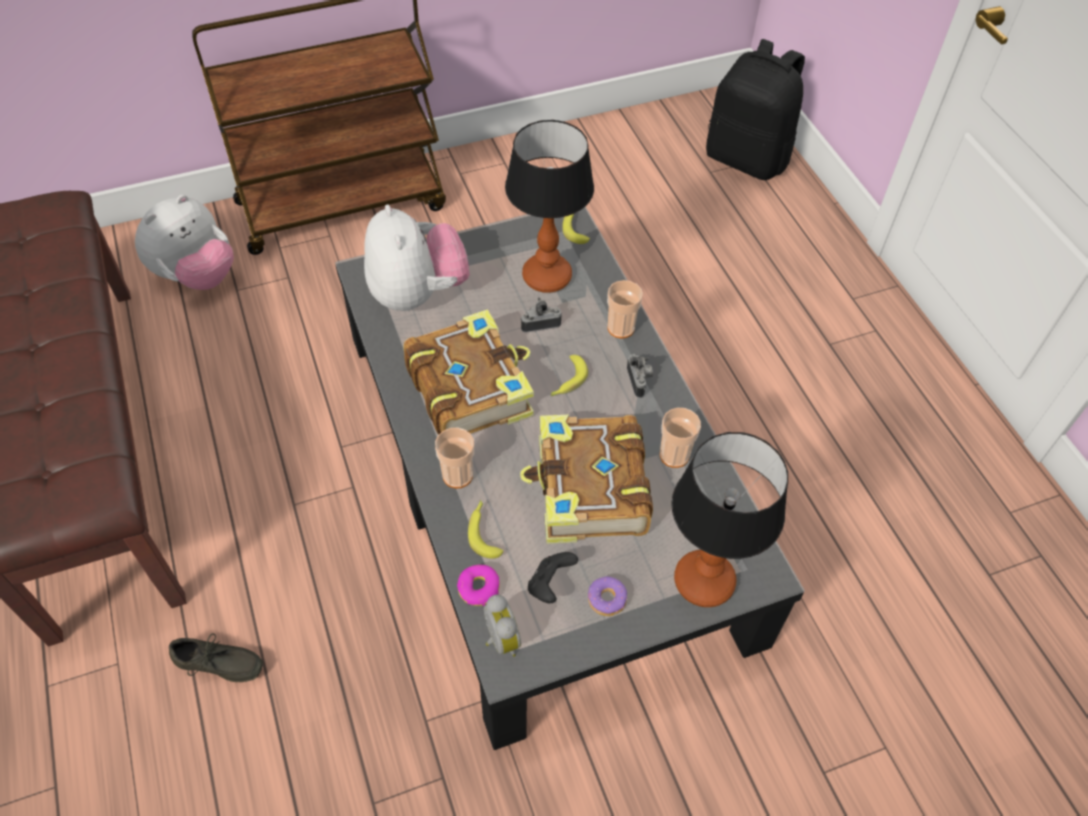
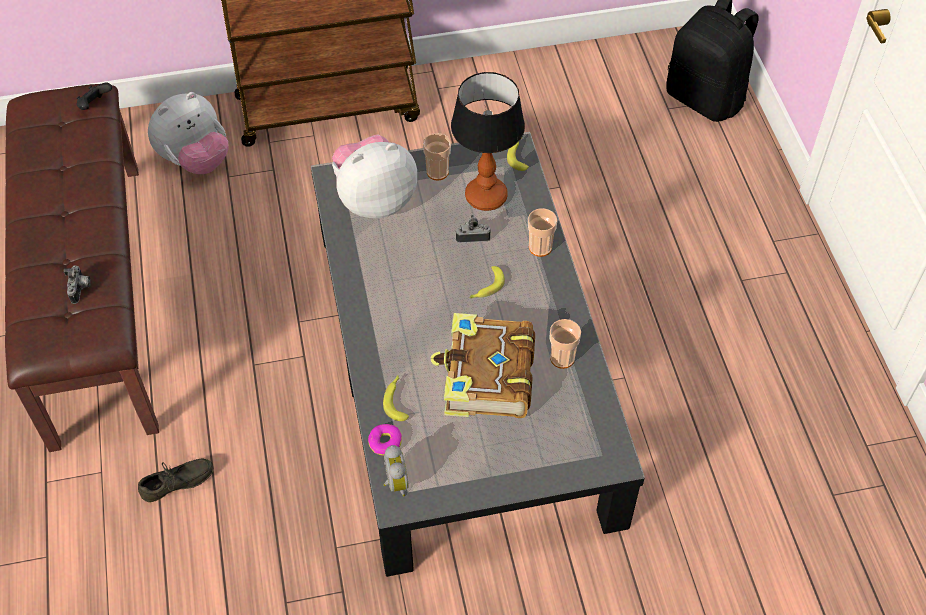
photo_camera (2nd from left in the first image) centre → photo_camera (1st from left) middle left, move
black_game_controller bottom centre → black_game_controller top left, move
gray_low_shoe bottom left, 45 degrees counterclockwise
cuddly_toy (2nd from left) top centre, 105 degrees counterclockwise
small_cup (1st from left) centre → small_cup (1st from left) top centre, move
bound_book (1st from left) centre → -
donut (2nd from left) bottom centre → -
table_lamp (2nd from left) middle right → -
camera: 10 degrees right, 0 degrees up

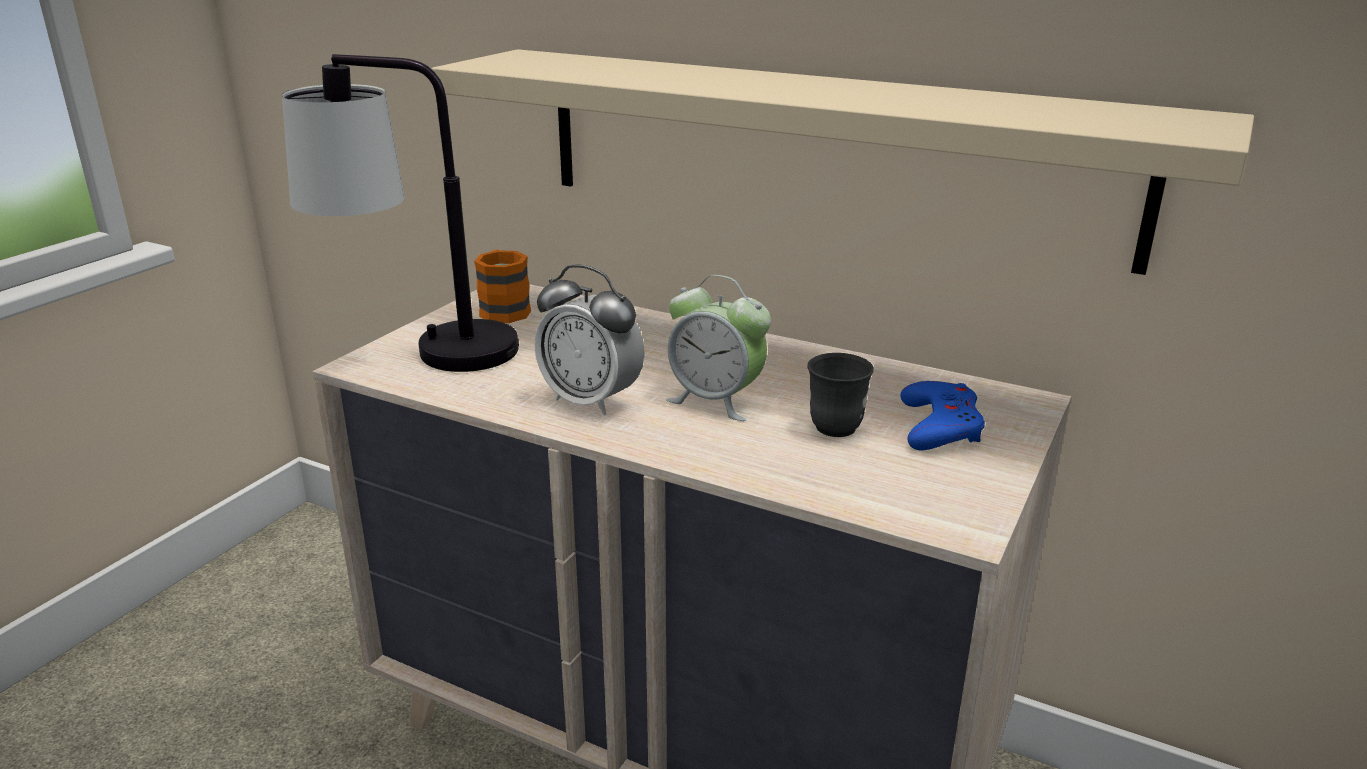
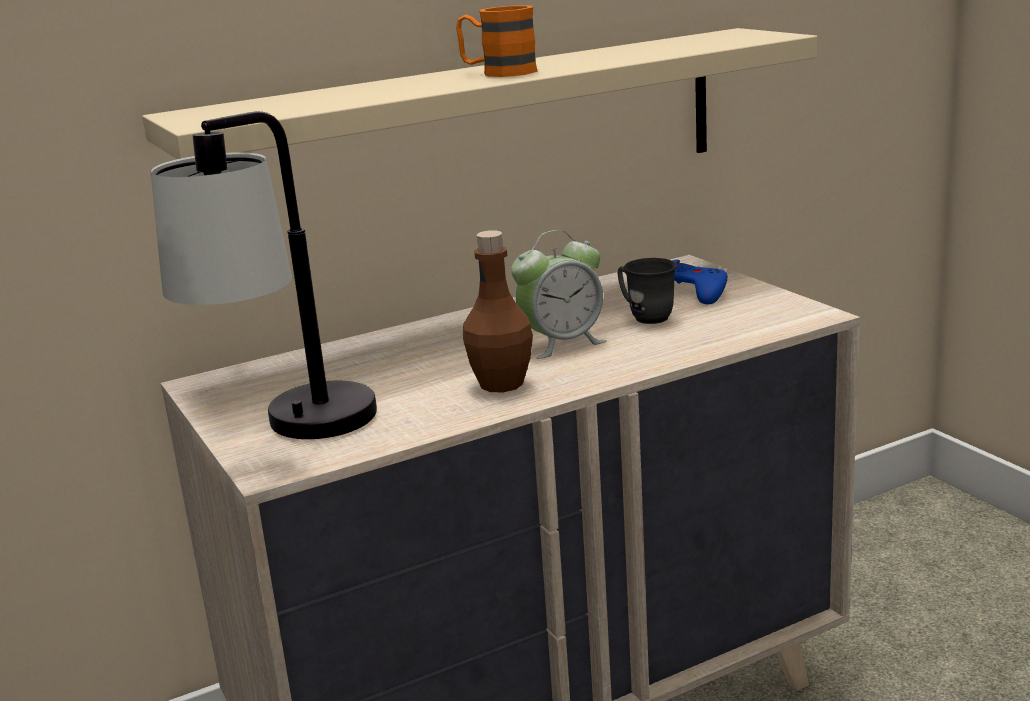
orange_tea_mug centre → orange_tea_mug top centre, move
table_clock (1st from left) centre → brown_drink_bottle centre
camera: 55 degrees left, 5 degrees down

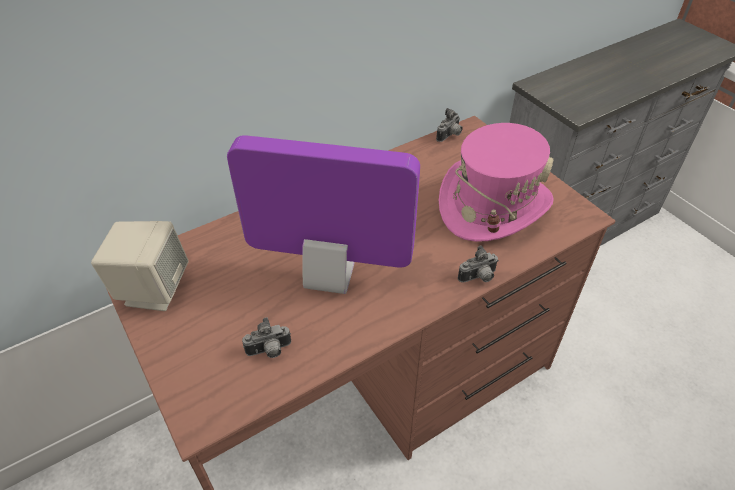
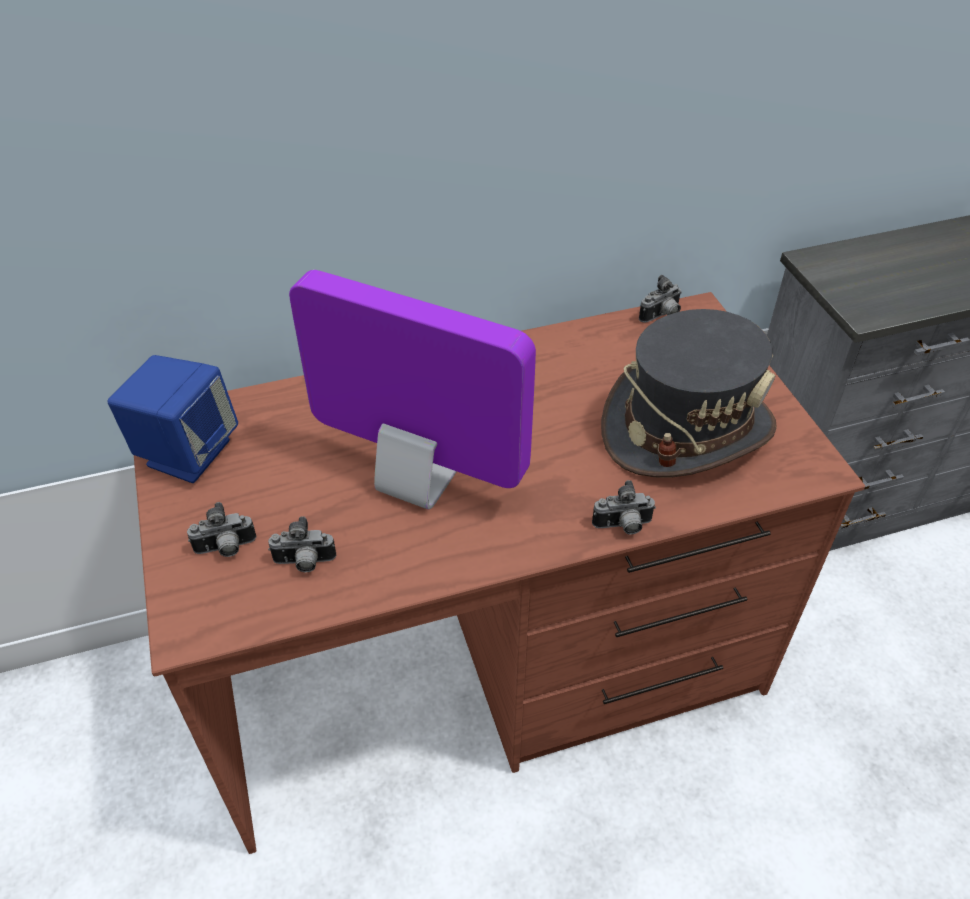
beige_audio_speaker middle left → blue-coloured_audio_speaker middle left
- → photo_camera (1st from left) middle left
pink_hat middle right → gray_hat middle right
camera: 15 degrees right, 0 degrees up

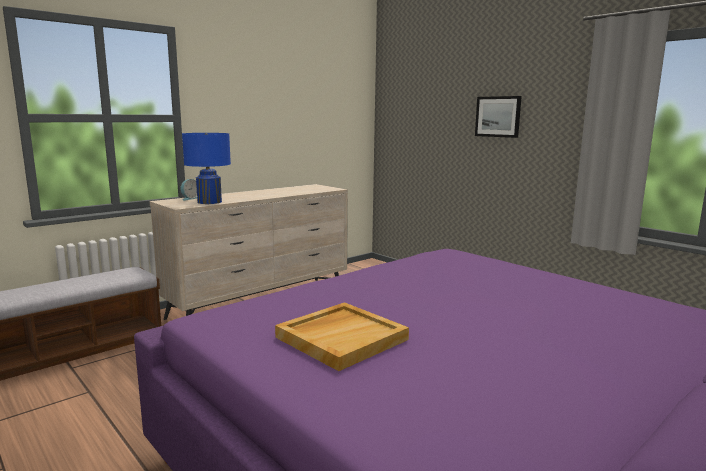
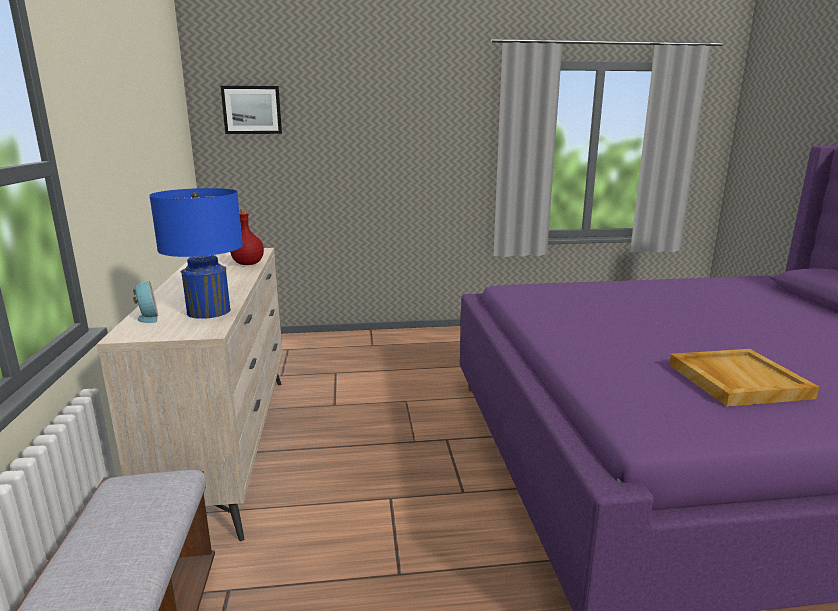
picture top right → picture top left, move
- → reddish_drink_bottle middle left
camera: 55 degrees left, 5 degrees up

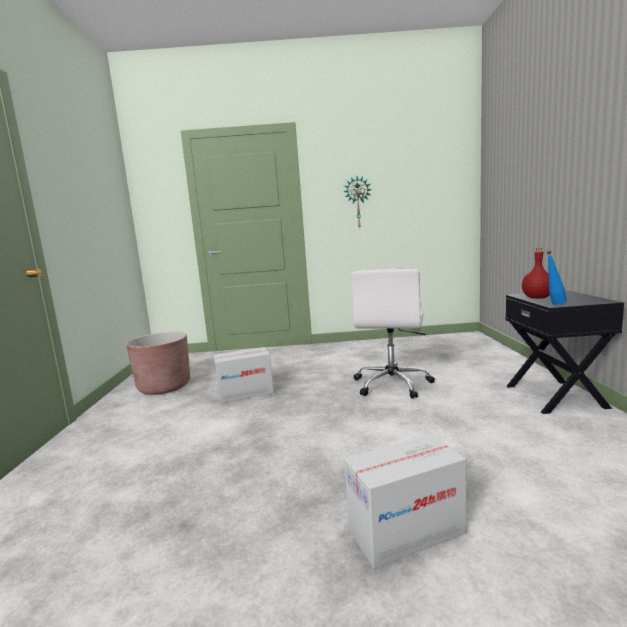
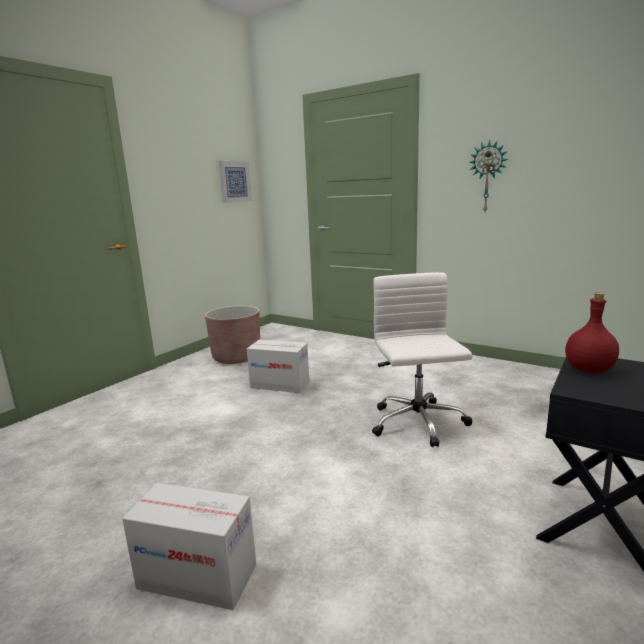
- → picture top centre
white_computer_chair centre, 120 degrees clockwise
blue-coloured_drink_bottle middle right → -
camera: 35 degrees right, 5 degrees up

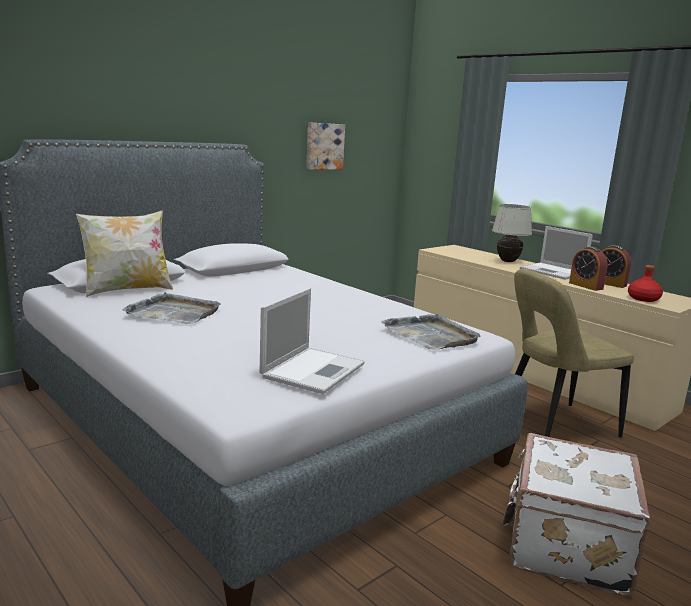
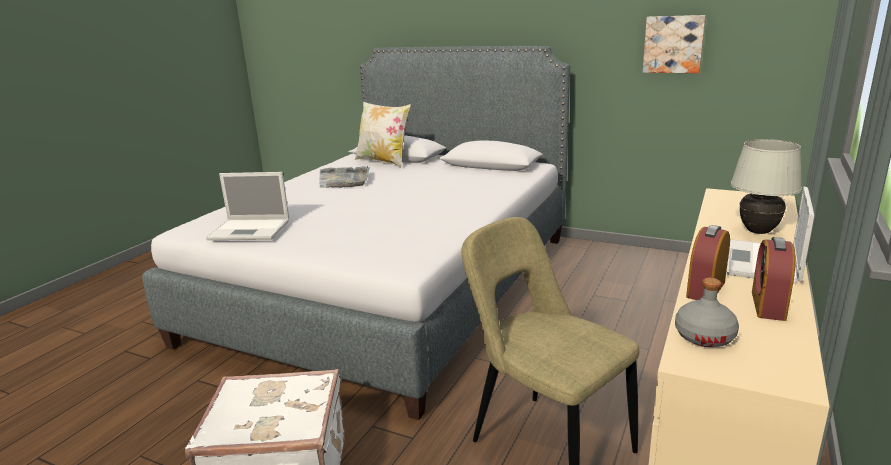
reddish_drink_bottle middle right → gray_drink_bottle bottom right
gray_tray (2nd from left) centre → -
camera: 70 degrees right, 5 degrees up

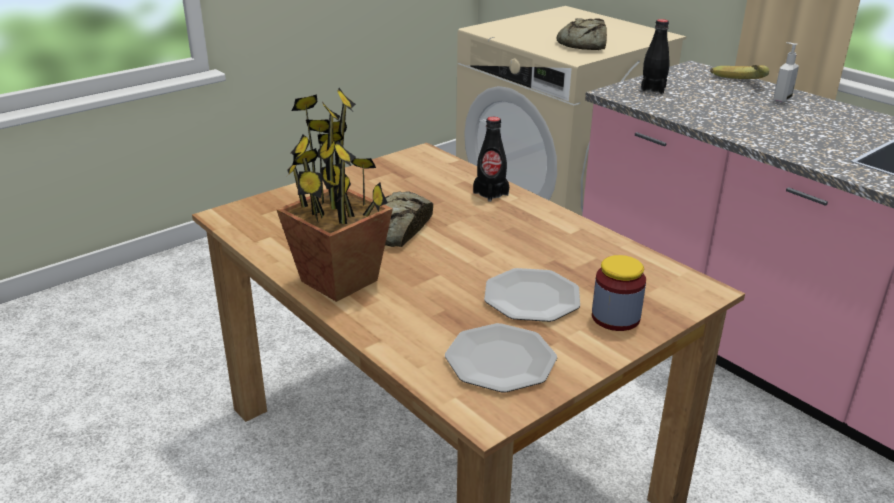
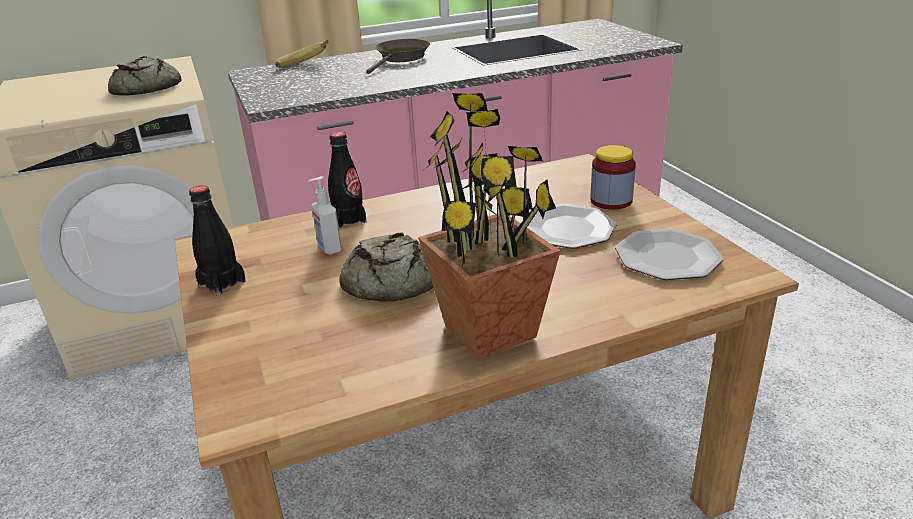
black_drink_bottle (2nd from left in the first image) top right → black_drink_bottle (1st from left) middle left, move
soap_dispenser top right → soap_dispenser centre, move
- → brown_pan top centre
camera: 70 degrees left, 0 degrees up

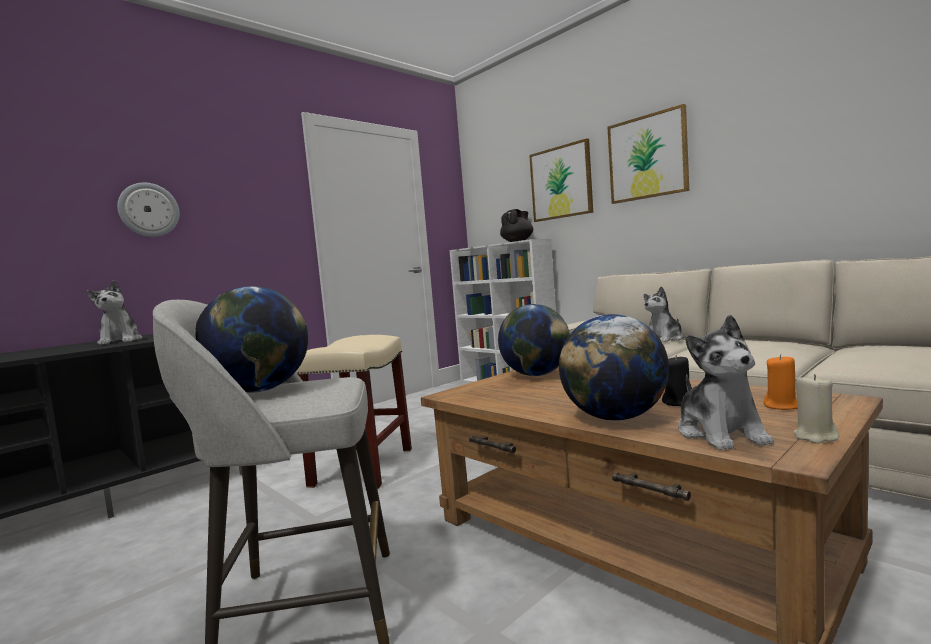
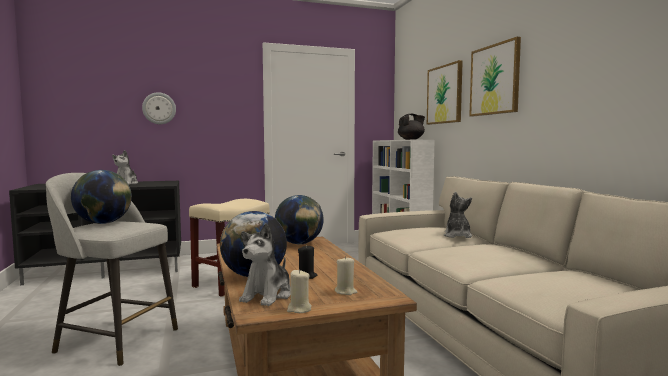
orange_candle middle right → beige_candle (2nd from left) bottom centre
cuddly_toy (2nd from left in the first image) middle right → cuddly_toy (3rd from left) middle right, 105 degrees clockwise
camera: 25 degrees right, 0 degrees up

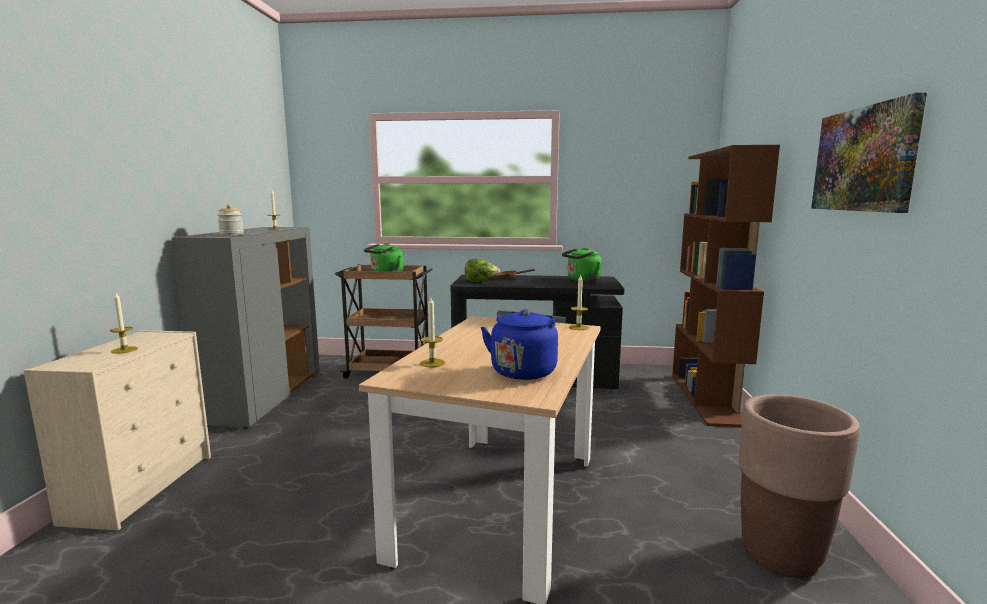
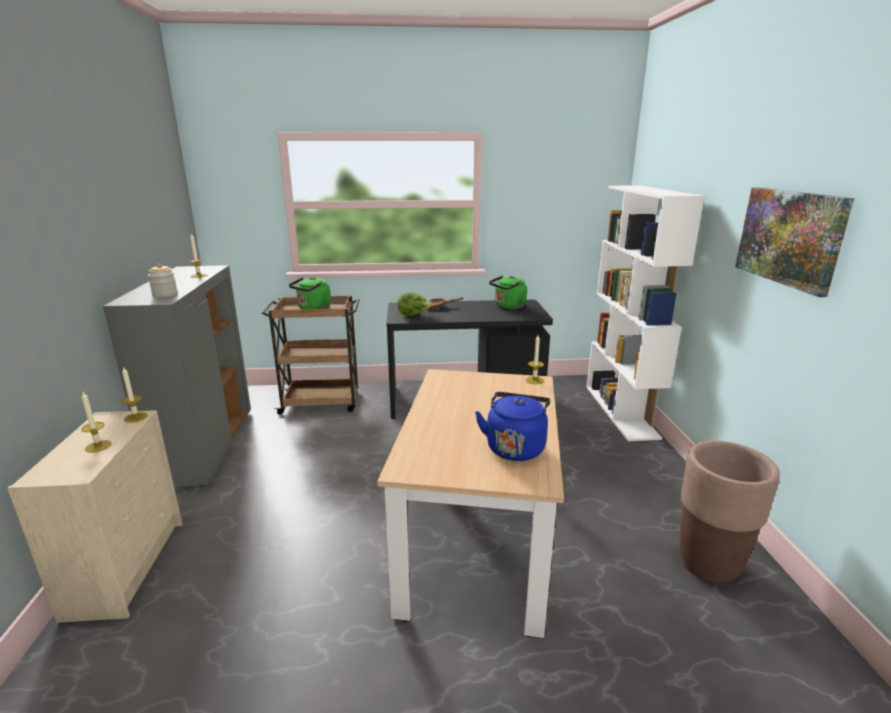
candle (3rd from left in the first image) centre → candle (2nd from left) middle left, move
brown_shelving_unit middle right → white_shelving_unit middle right
camera: 10 degrees left, 10 degrees up

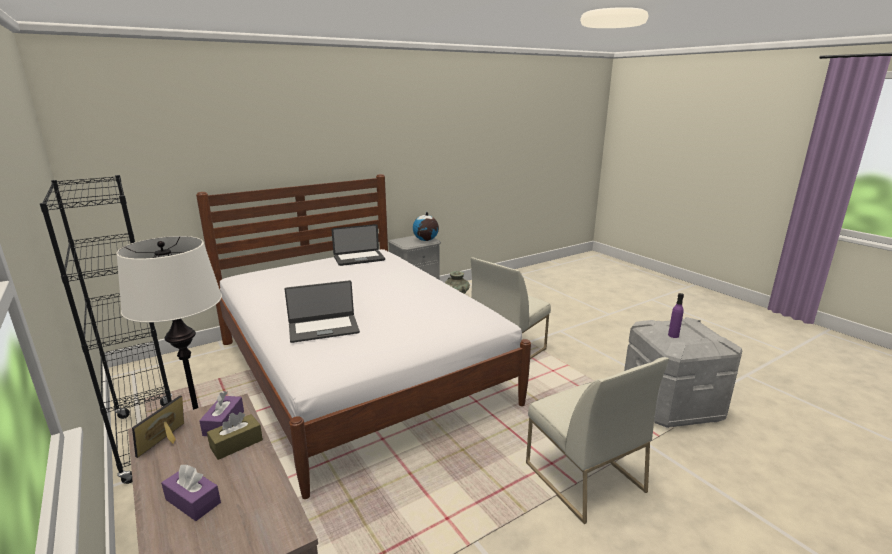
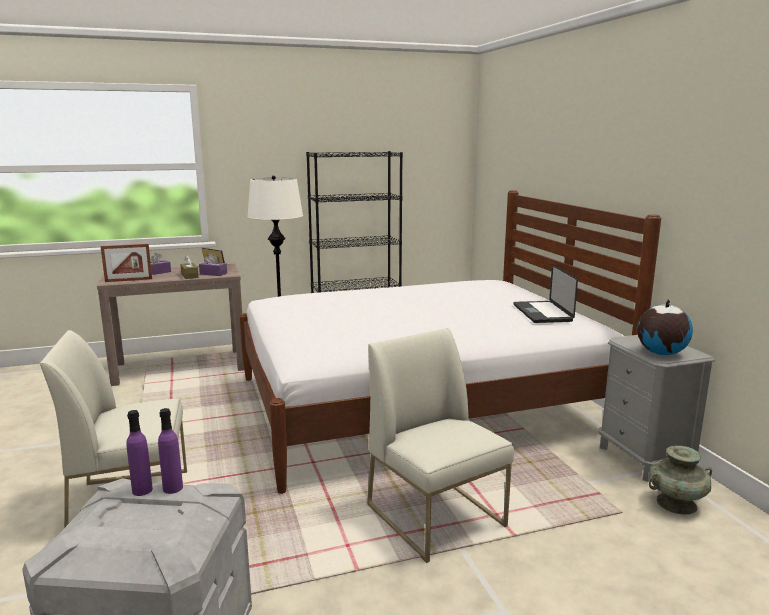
- → photo_frame (1st from left) middle left
- → purple-coloured_drink_bottle (2nd from left) bottom left
laptop (1st from left) centre → -
camera: 105 degrees right, 5 degrees down

